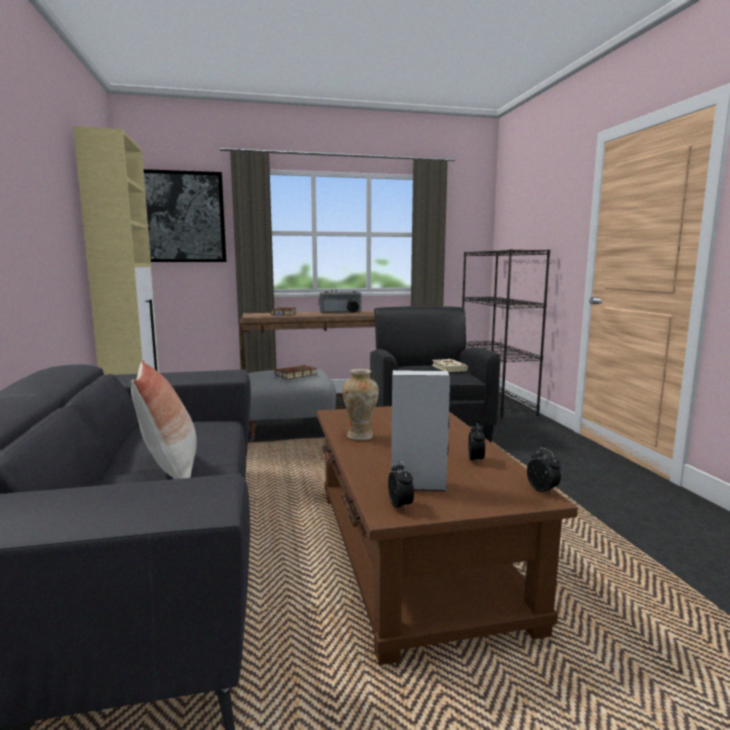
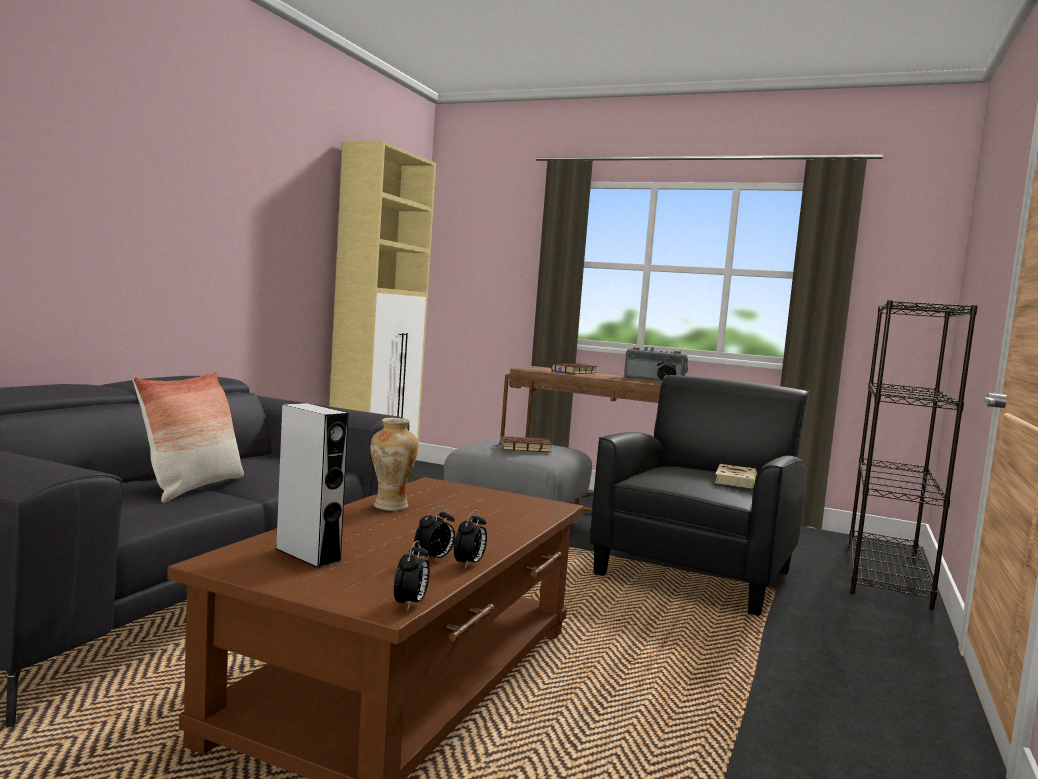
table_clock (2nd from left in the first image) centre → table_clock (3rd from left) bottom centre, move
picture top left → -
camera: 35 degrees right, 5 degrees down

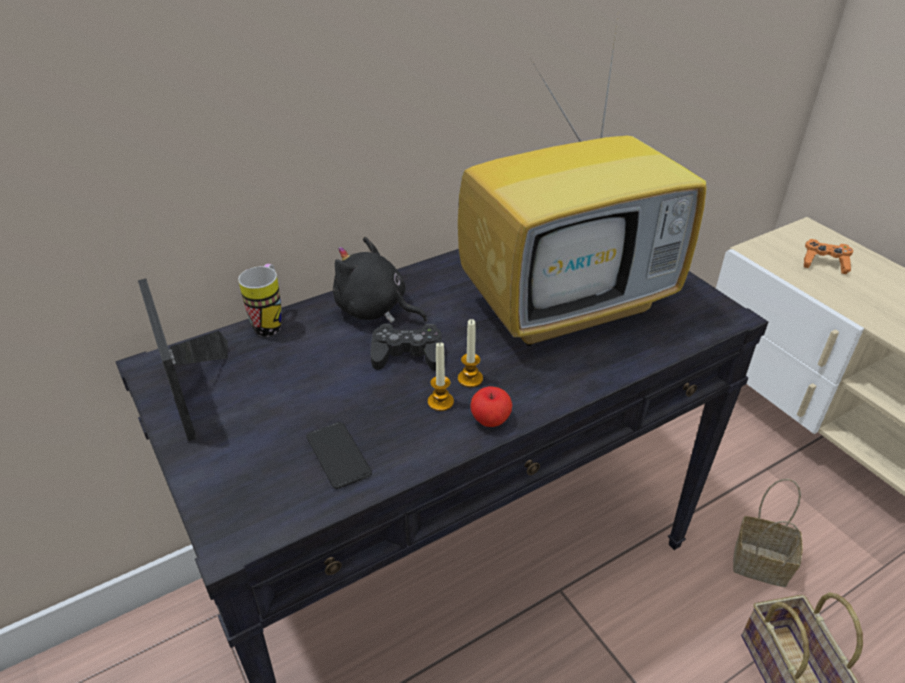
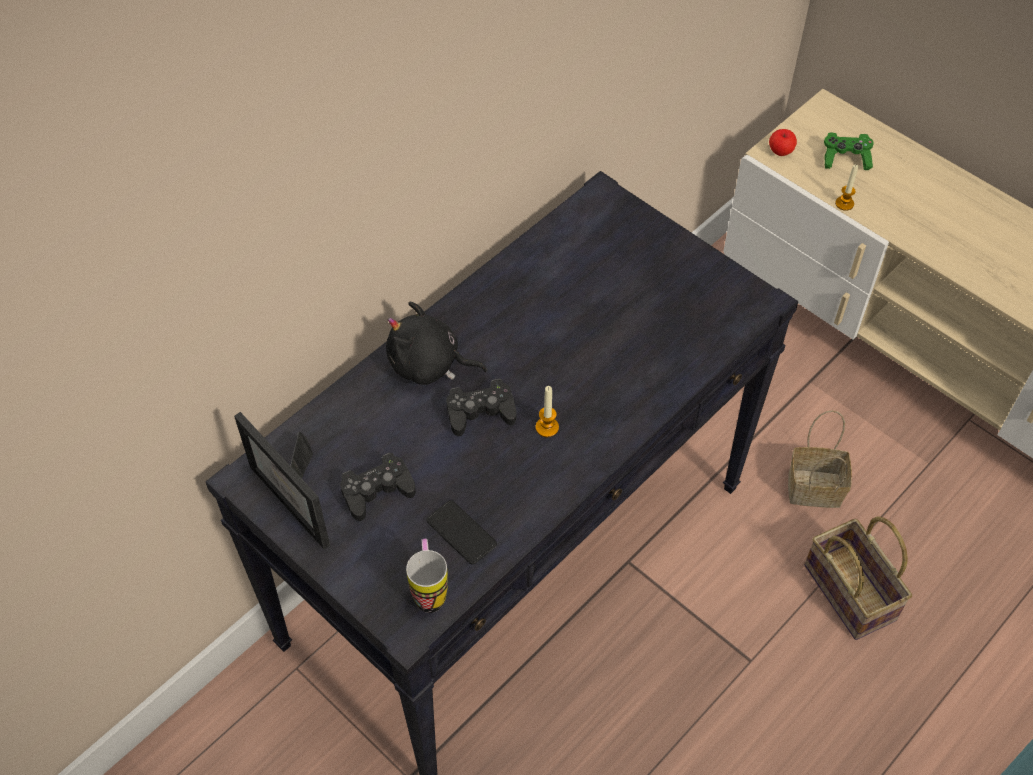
- → black_game_controller (1st from left) centre
tea_mug middle left → tea_mug bottom centre, move
apple centre → apple top right, move
orange_game_controller middle right → green-coloured_game_controller top right
candle (1st from left in the first image) centre → candle (2nd from left) top right, move
television top centre → -
camera: 15 degrees left, 15 degrees up

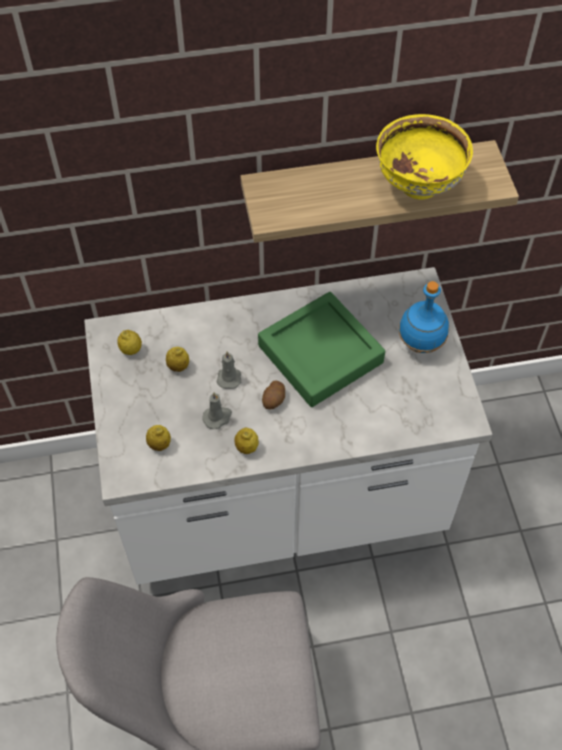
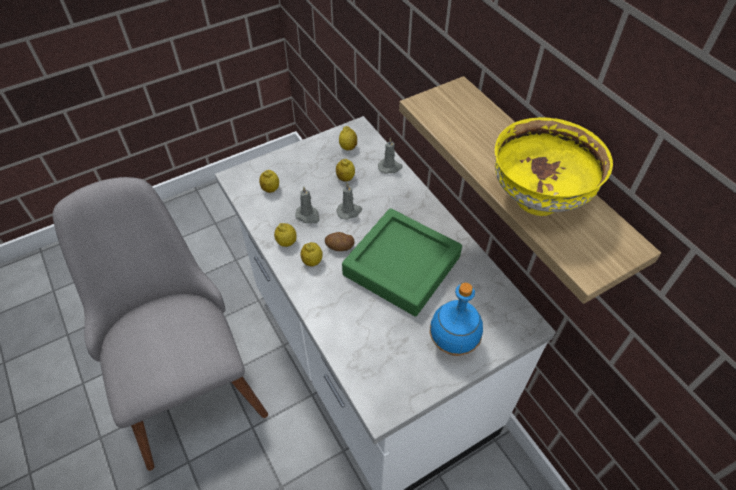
- → lemon (3rd from left) centre
- → gray_candle (3rd from left) top centre
camera: 70 degrees right, 5 degrees down

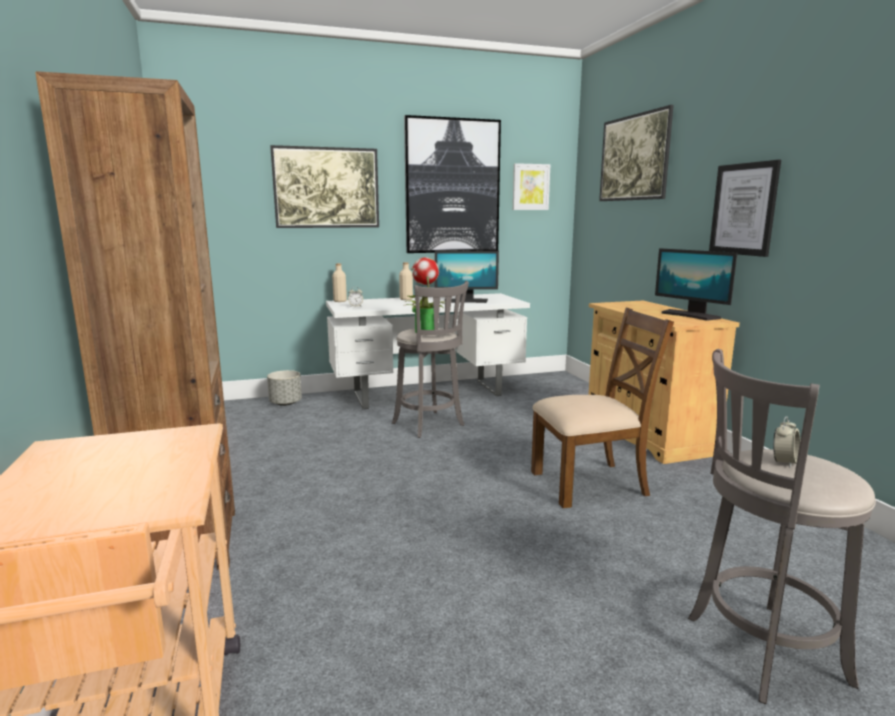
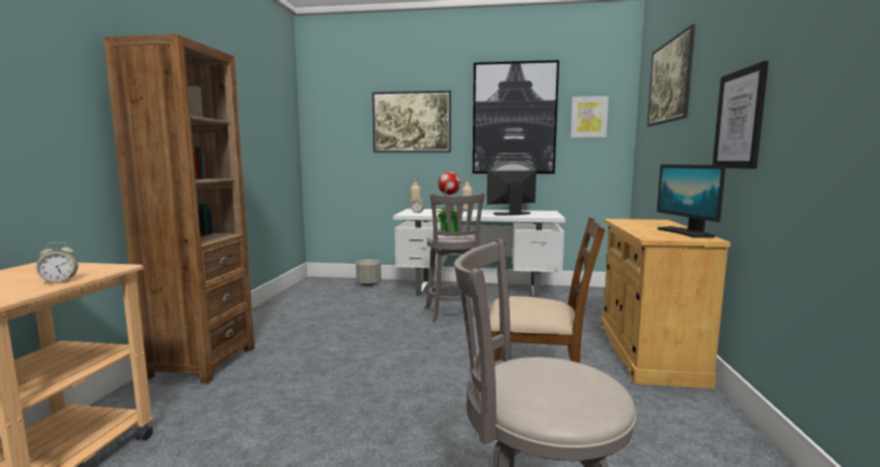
table_clock (2nd from left in the first image) middle right → table_clock (1st from left) middle left, move
computer_screen (1st from left) centre, 135 degrees clockwise
camera: 25 degrees right, 5 degrees down

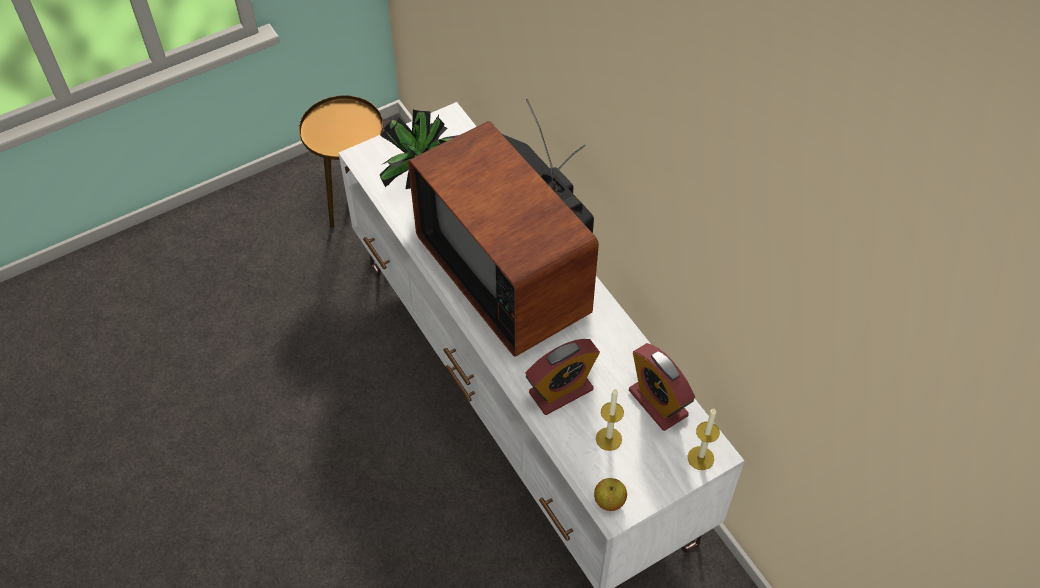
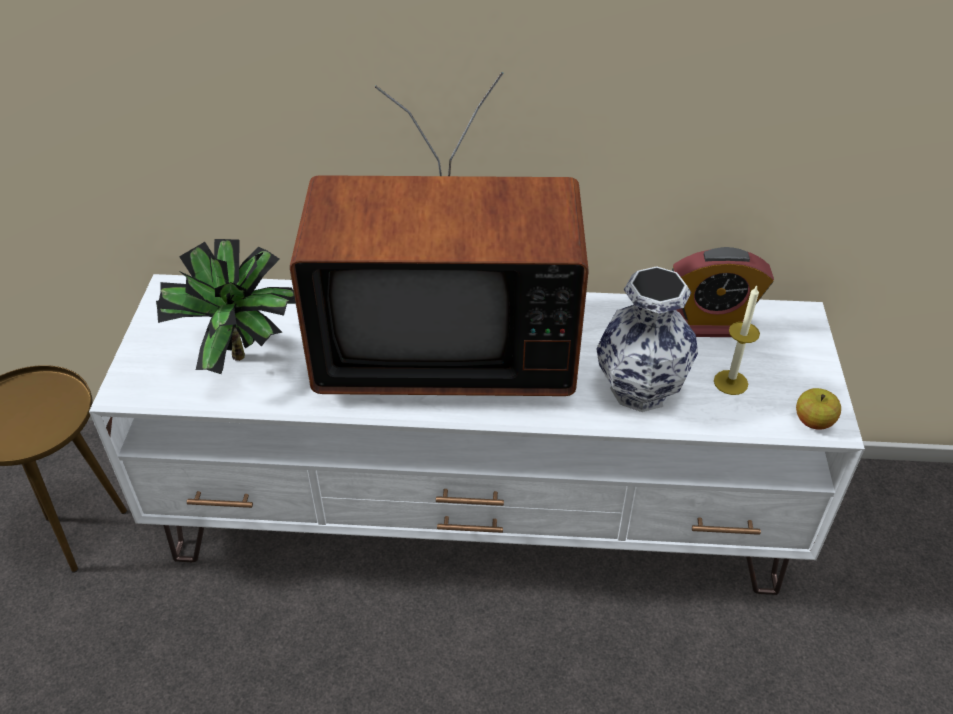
table_clock (1st from left) centre → decorative_vase middle right
candle (2nd from left) bottom right → -
camera: 55 degrees left, 10 degrees down

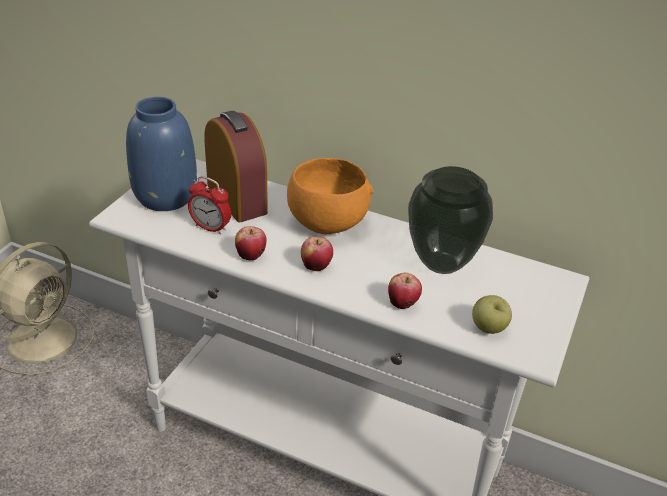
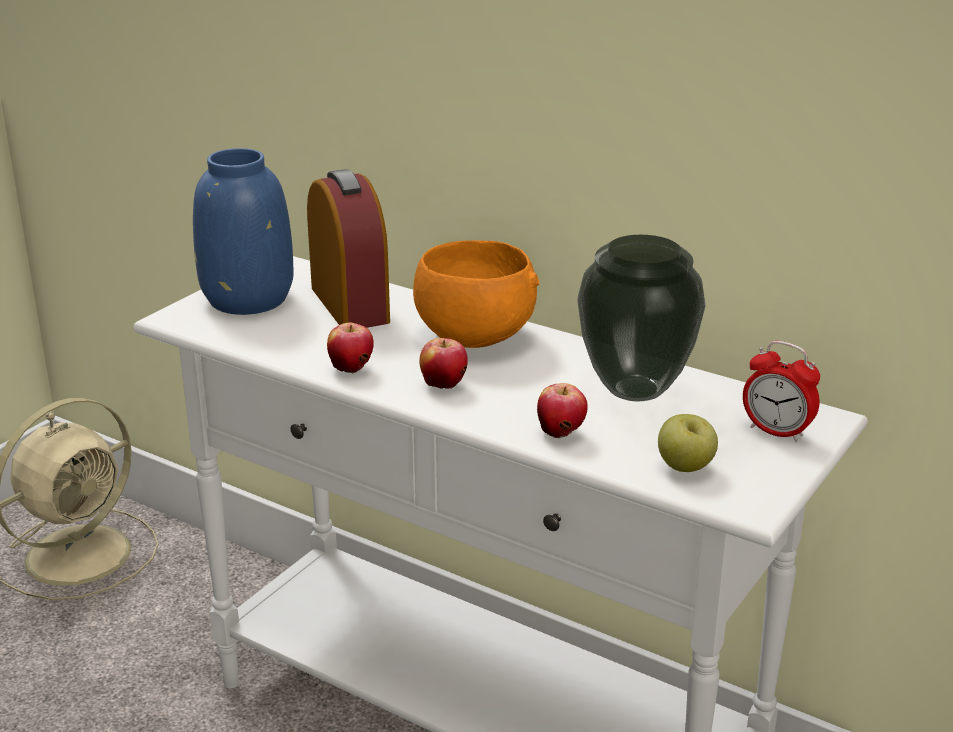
table_clock (1st from left in the first image) middle left → table_clock (2nd from left) middle right, move
camera: 10 degrees right, 10 degrees down

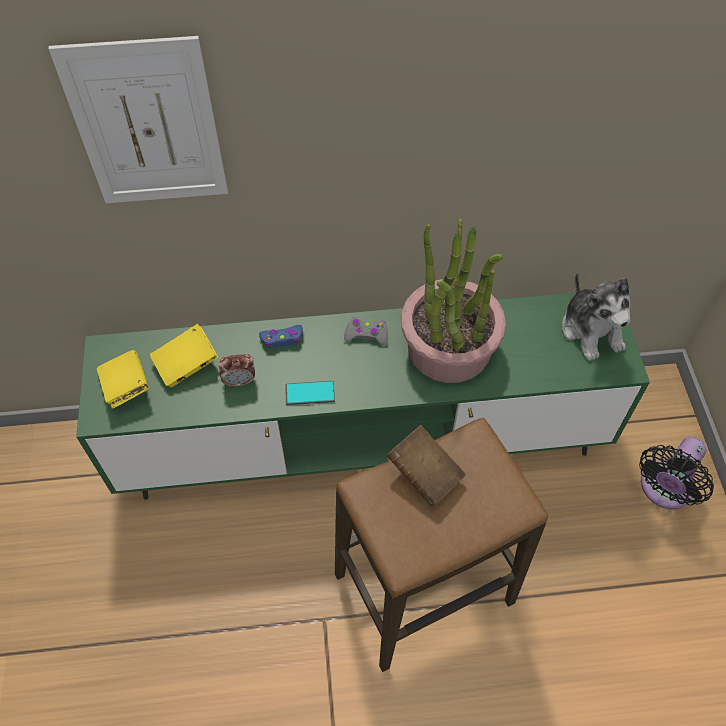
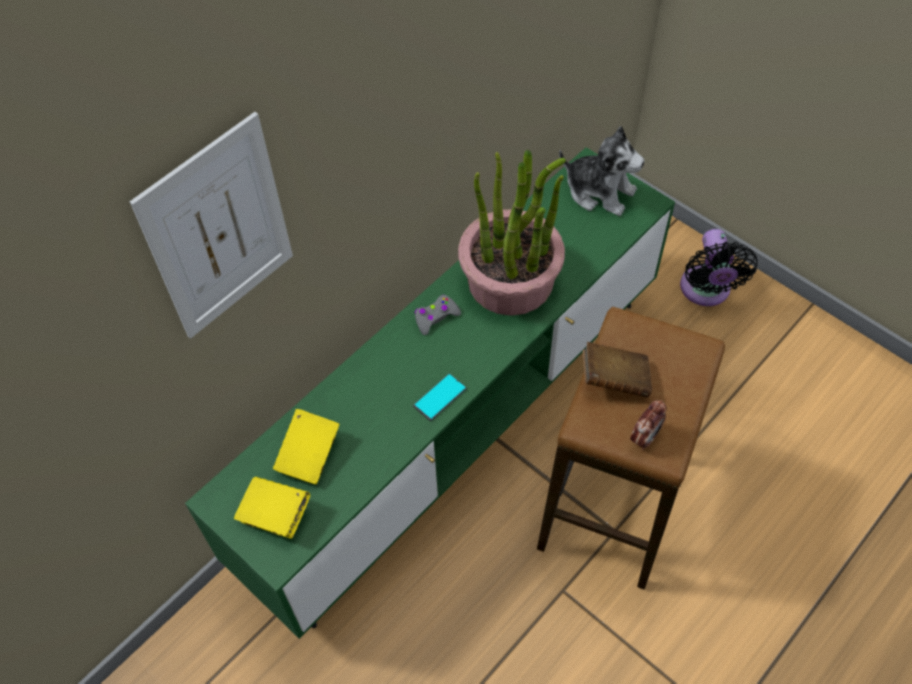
table_clock middle left → table_clock middle right, move
blue-coloured_game_controller centre → -
camera: 40 degrees left, 0 degrees up

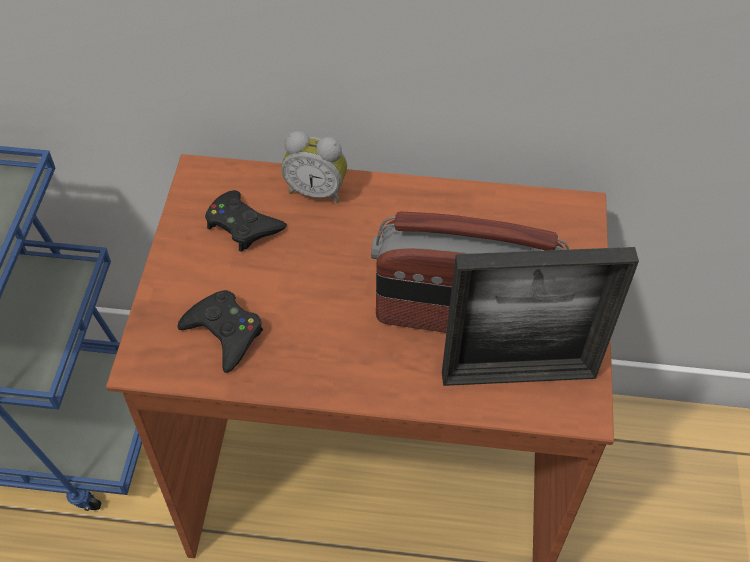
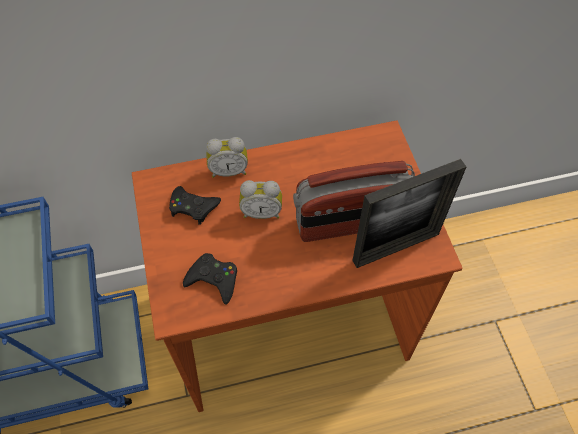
- → table_clock (2nd from left) centre
camera: 20 degrees left, 5 degrees up

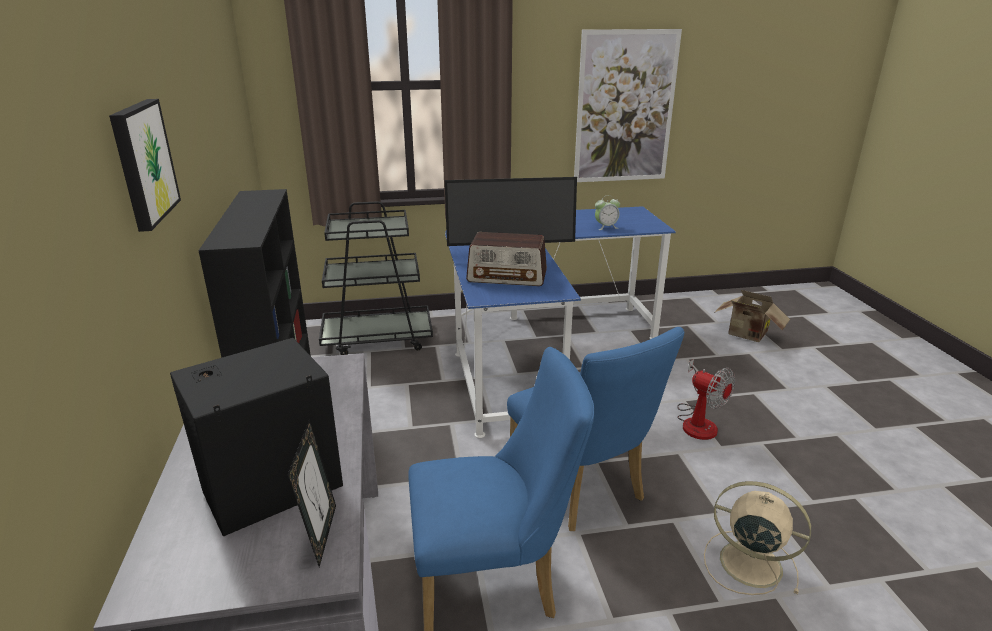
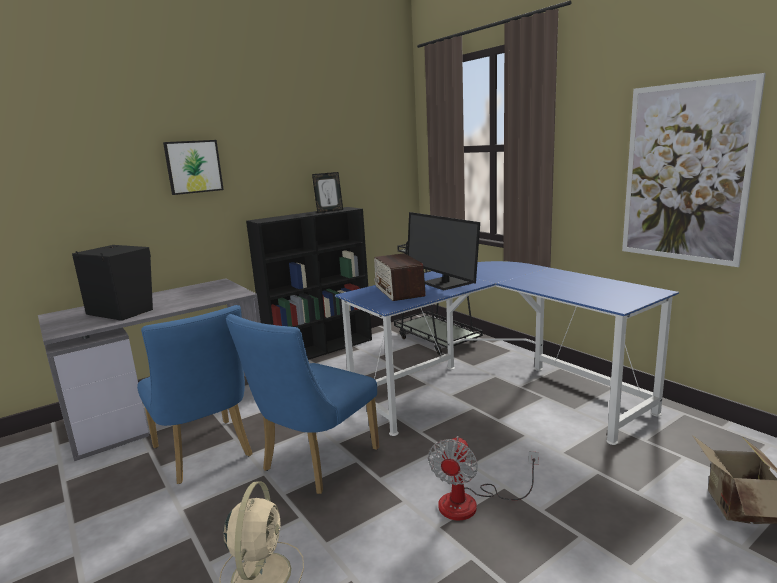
photo_frame bottom left → photo_frame top centre, move
table_clock centre → -
camera: 65 degrees right, 10 degrees down

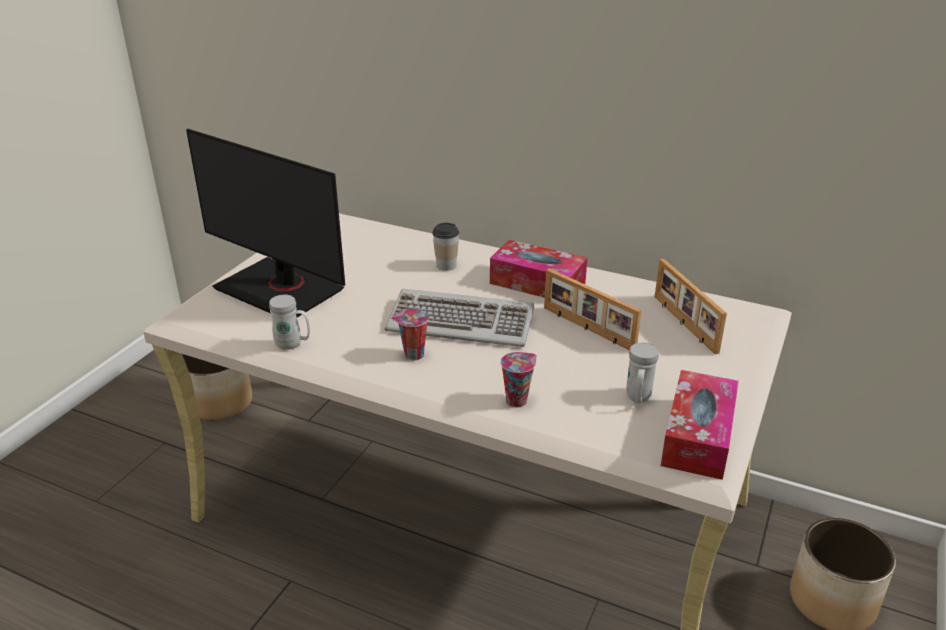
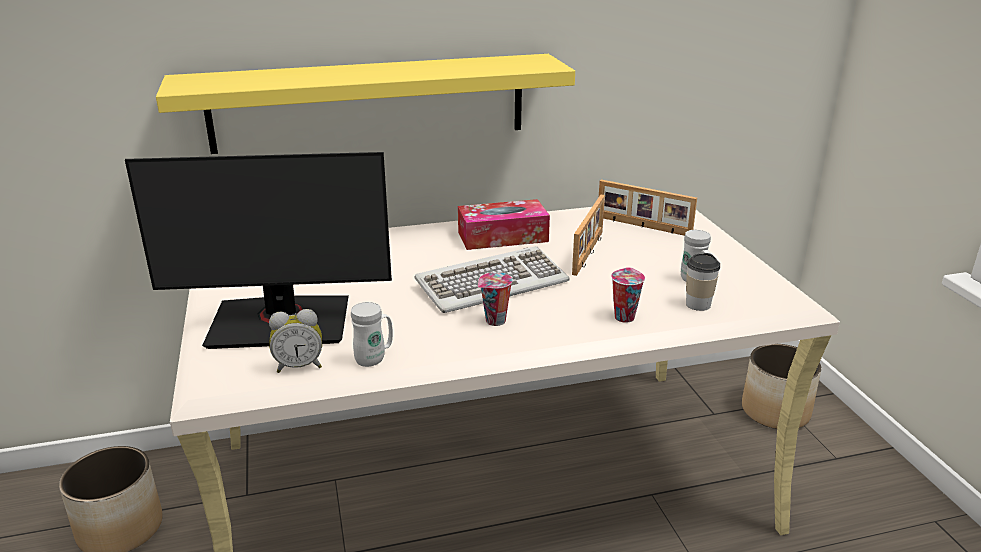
- → yellow-coloured_bracket_shelf top centre
- → table_clock middle left
photo_frame (1st from left) centre, 75 degrees counterclockwise
small_cup (2nd from left in the first image) centre → small_cup (3rd from left) middle right, move
tissue_holder (2nd from left) bottom right → -
camera: 40 degrees left, 5 degrees down

